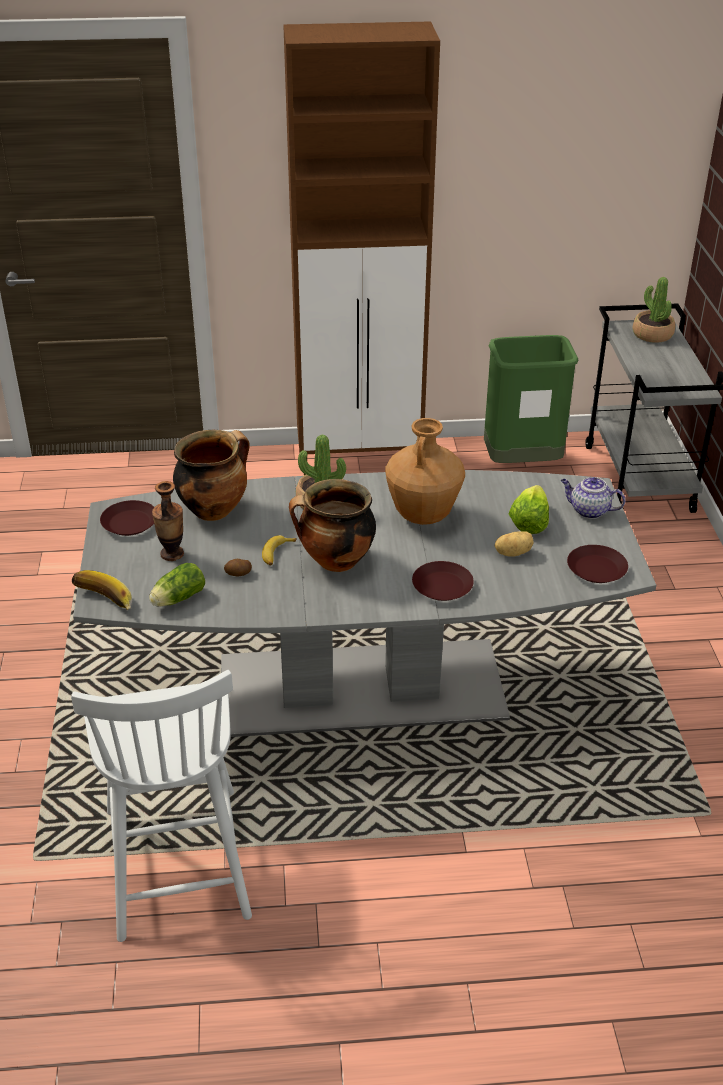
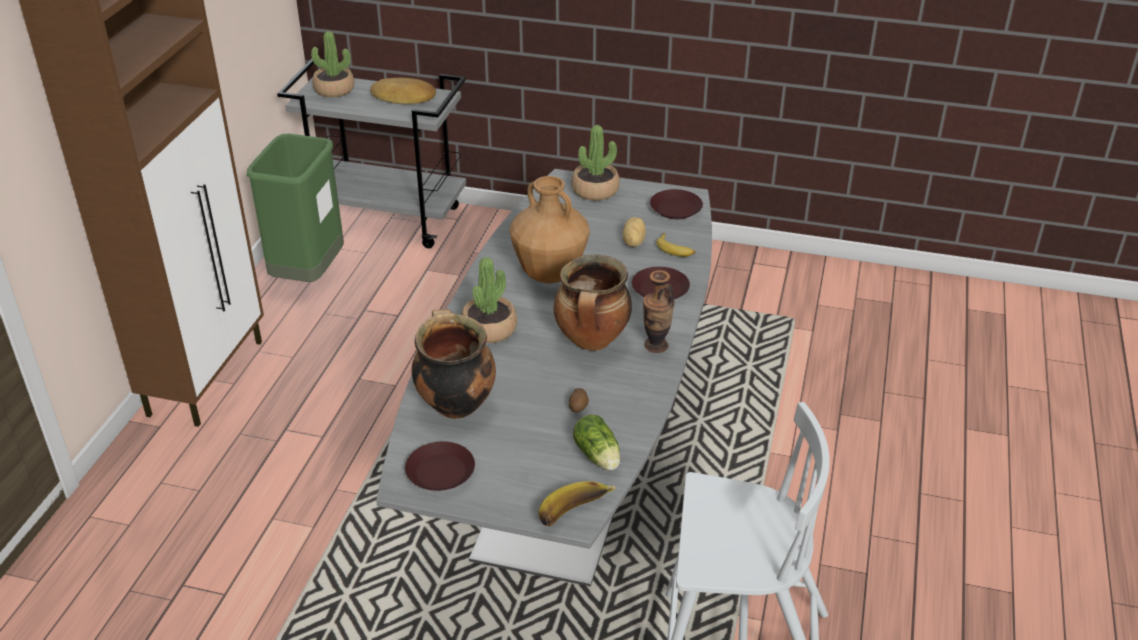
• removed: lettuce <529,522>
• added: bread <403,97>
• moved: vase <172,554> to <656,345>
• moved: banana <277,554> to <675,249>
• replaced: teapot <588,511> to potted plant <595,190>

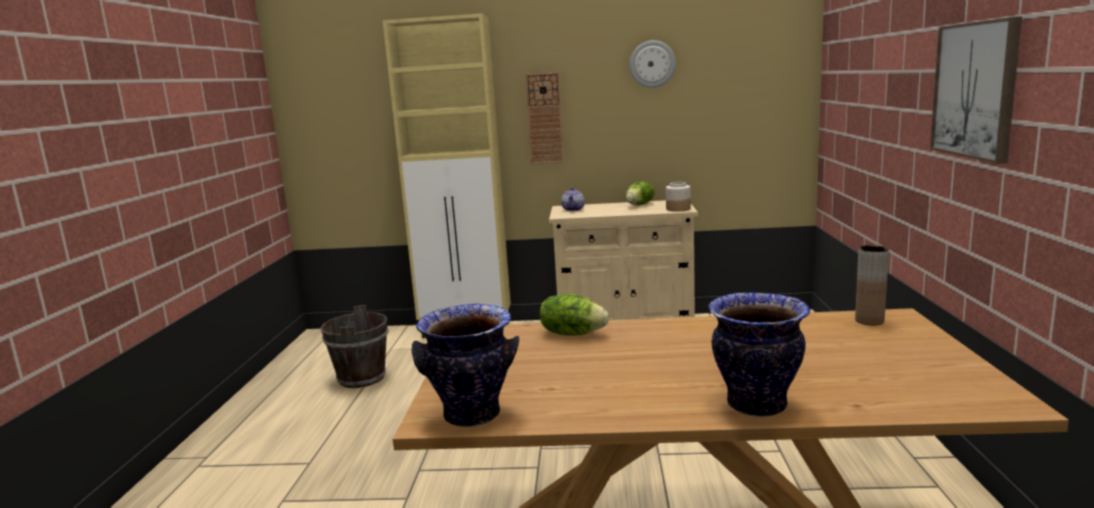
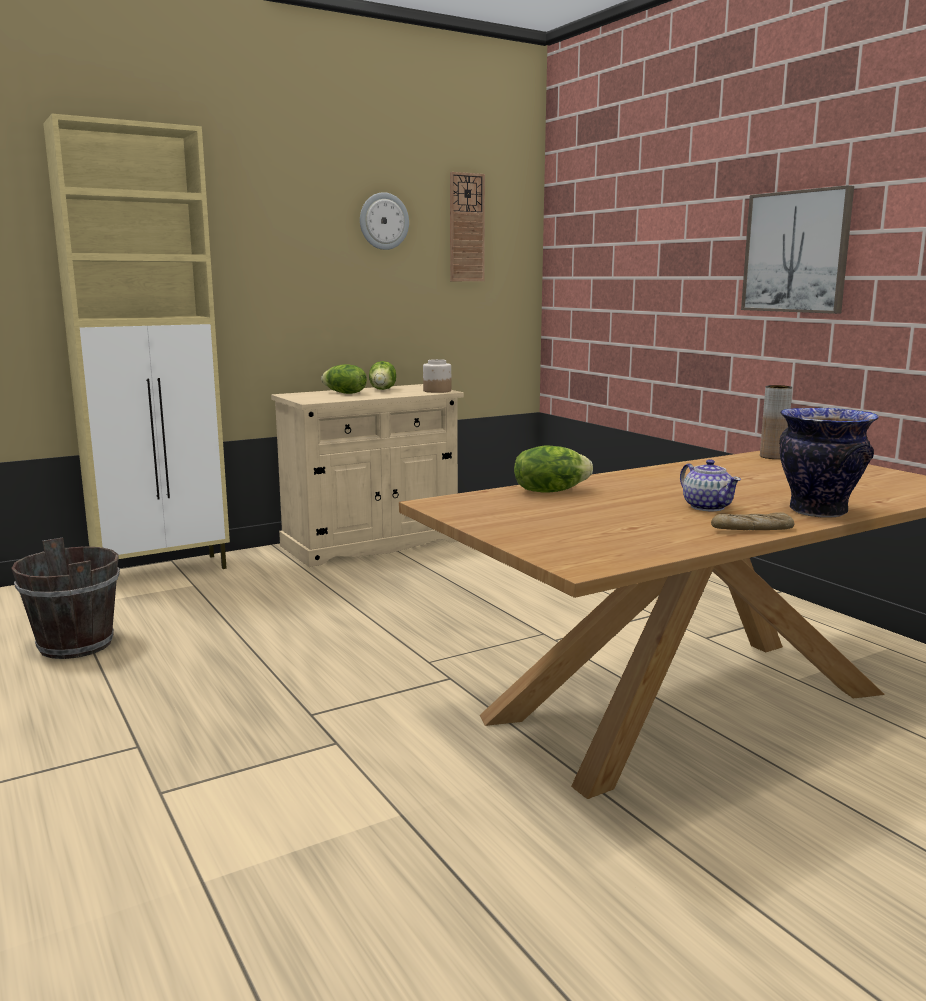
• removed: vase <472,416>
• added: lettuce <344,393>
• added: bread <752,530>
• moved: wall clock <545,118> to <466,228>
• moved: teapot <573,209> to <707,507>

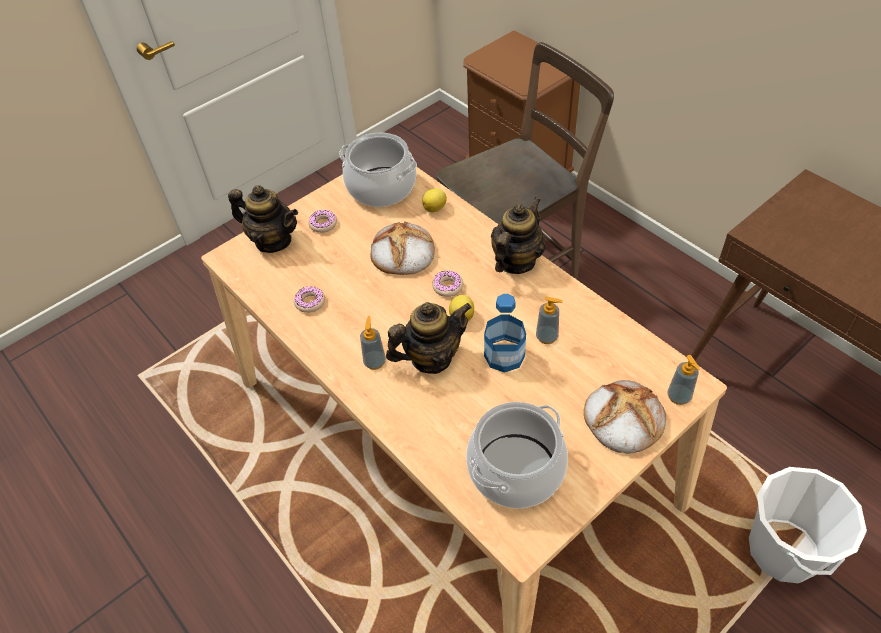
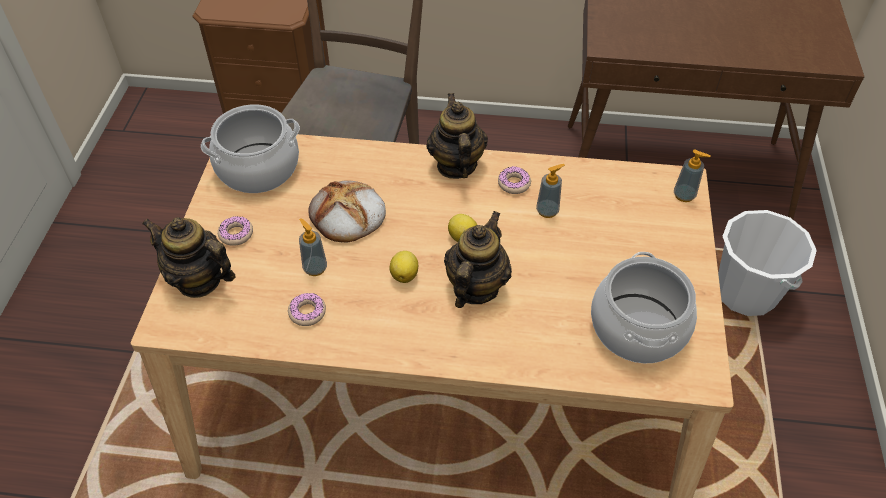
• removed: bottle <504,355>
• removed: bread <622,419>
• moved: soap dispenser <375,362> to <315,268>
• moved: lemon <435,208> to <405,274>
• moved: donut <448,287> to <514,184>
• turned: teapot <273,241> = <199,280> 135 degrees counterclockwise

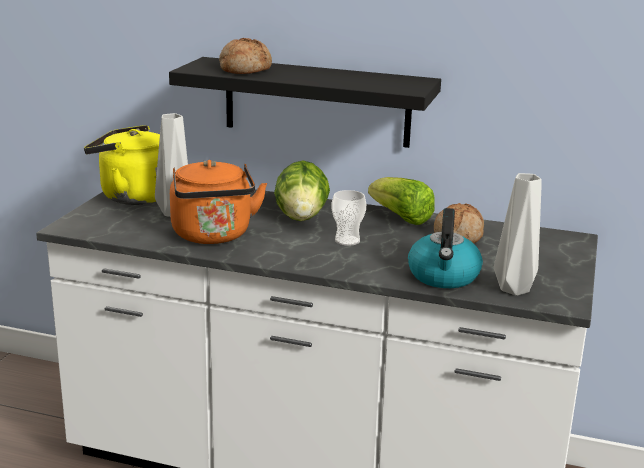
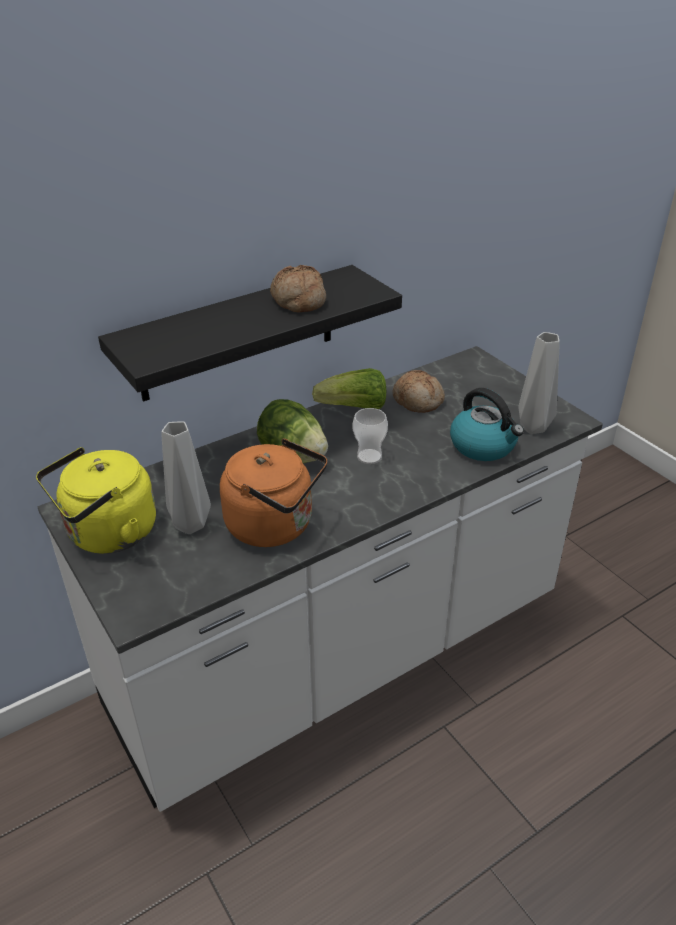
• moved: bread <244,69> to <298,300>

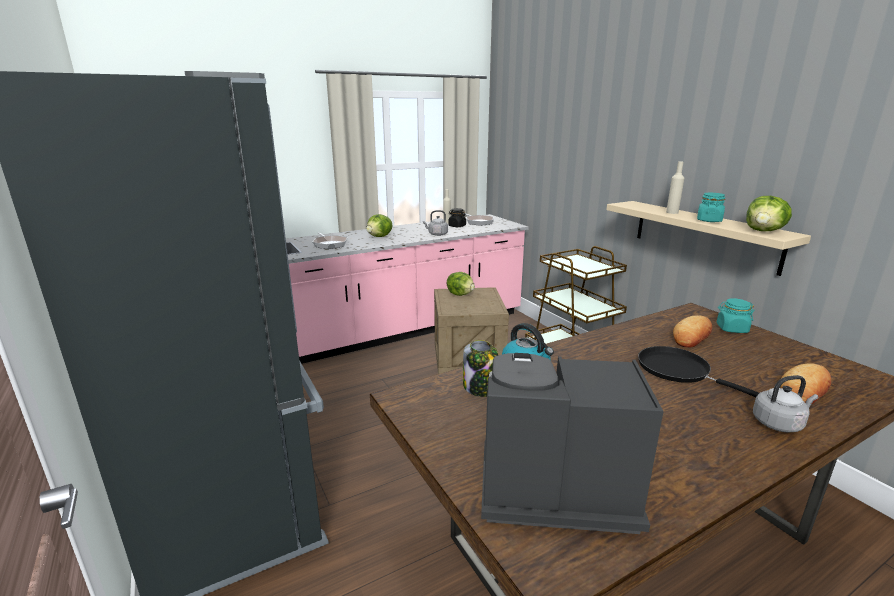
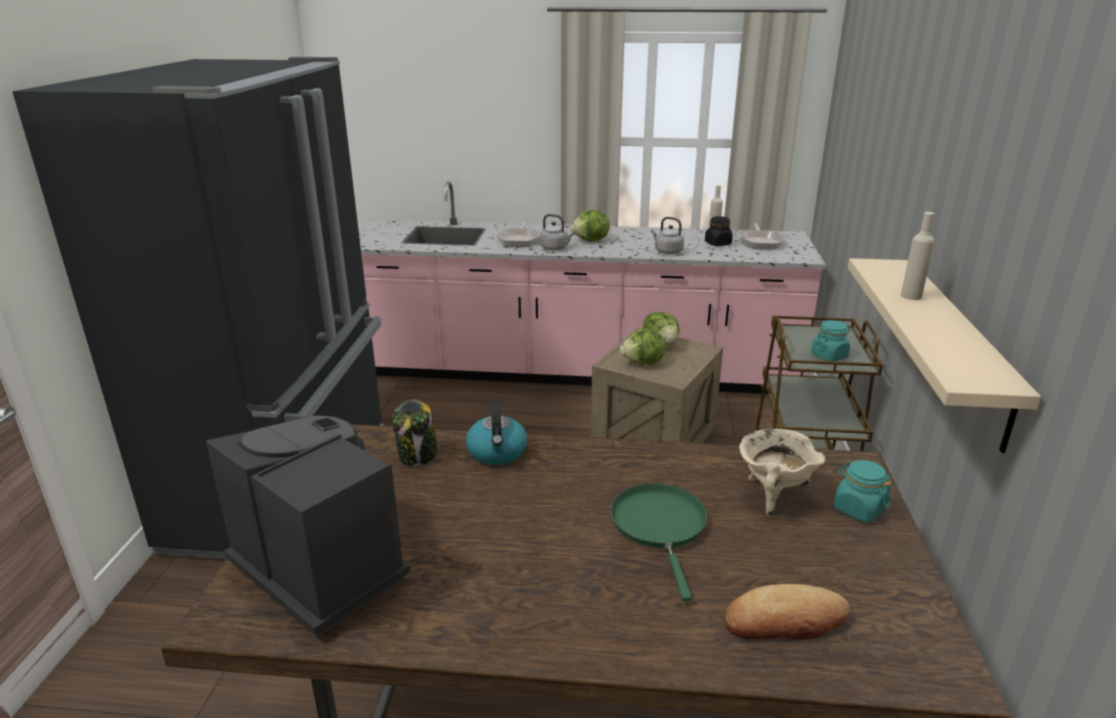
• moved: turquoise jar <709,220> to <829,355>
• moved: lettuce <763,231> to <643,363>
• moved: grey kettle <779,423> to <555,248>
• replaced: bread <692,336> to beige cooking pot <773,495>
• recoloured: black frying pan <678,370> to green frying pan <660,526>

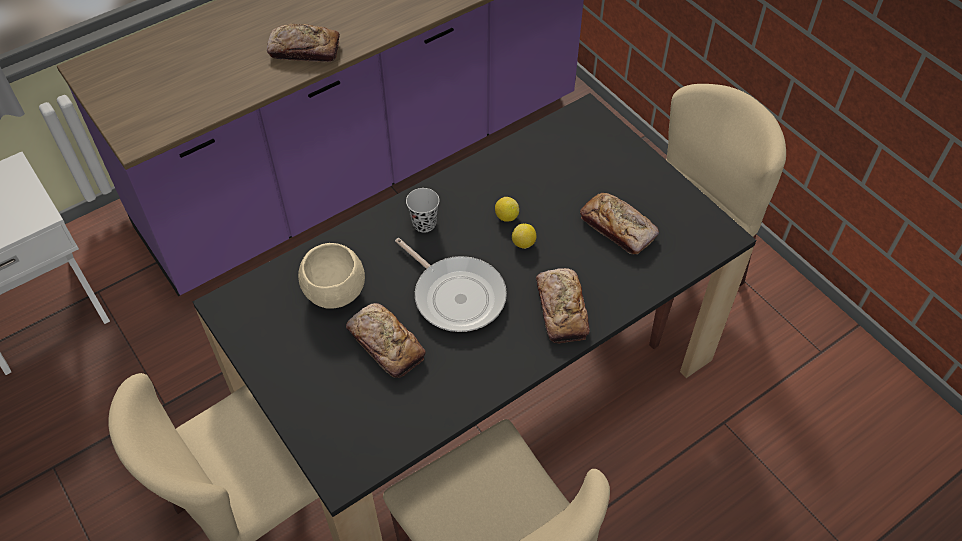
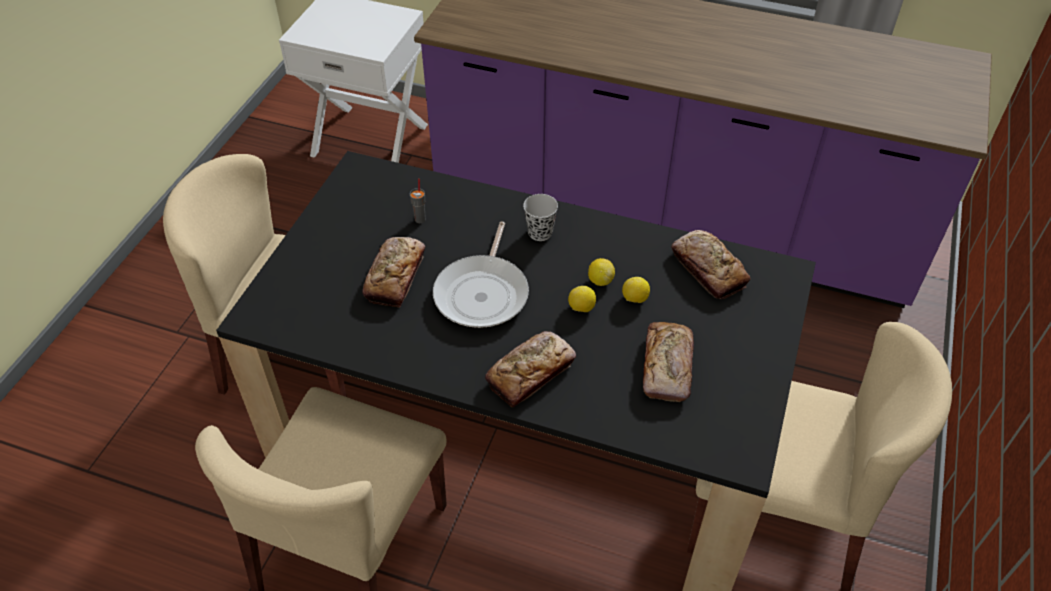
• added: lemon <634,299>
• moved: bread <304,50> to <708,269>
• replaced: beige bowl <334,293> to grey cup <420,219>

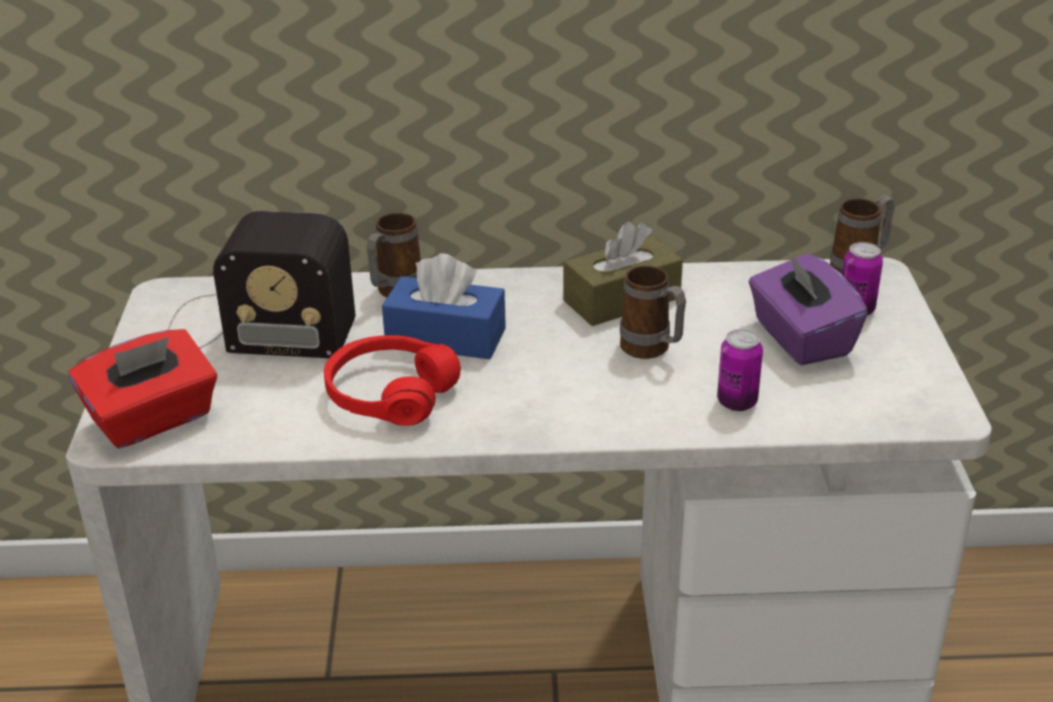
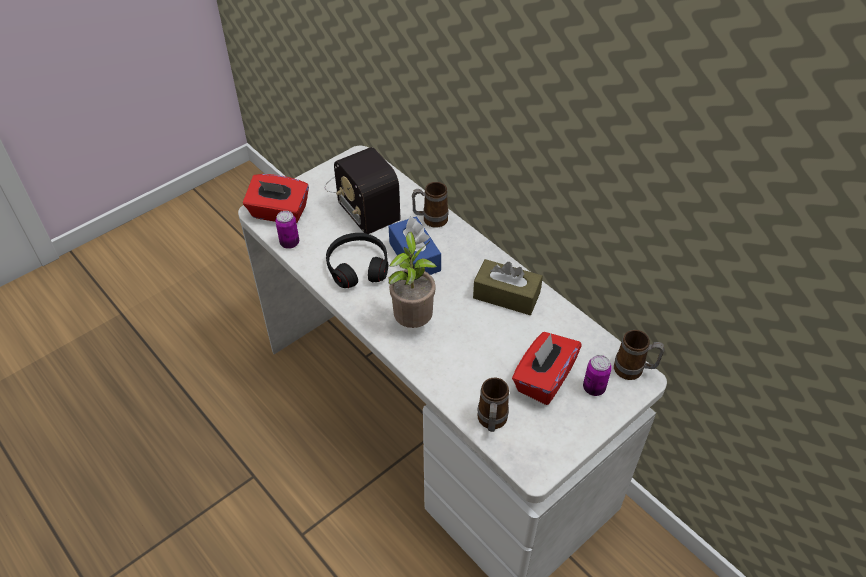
• added: potted plant <413,321>
• moved: mug <652,351> to <491,422>
• moved: can <737,402> to <289,243>
• recoloured: red headphones <390,394> to black headphones <358,266>
• recoloured: purple tissue box <800,338> to red tissue box <543,379>

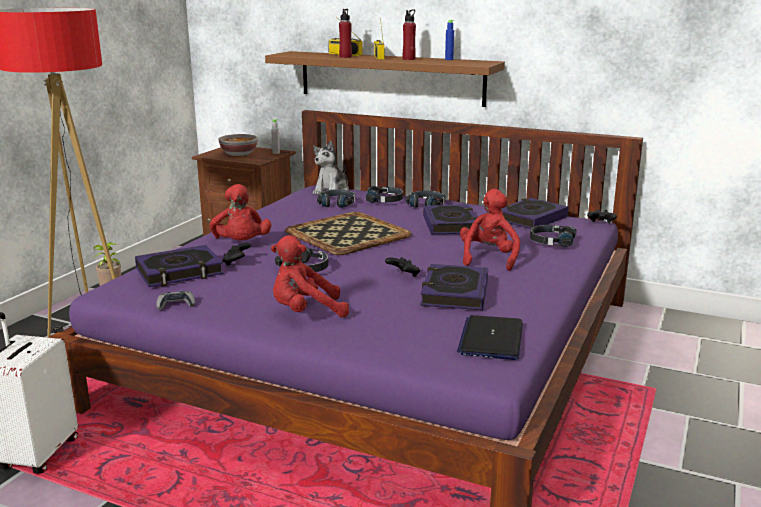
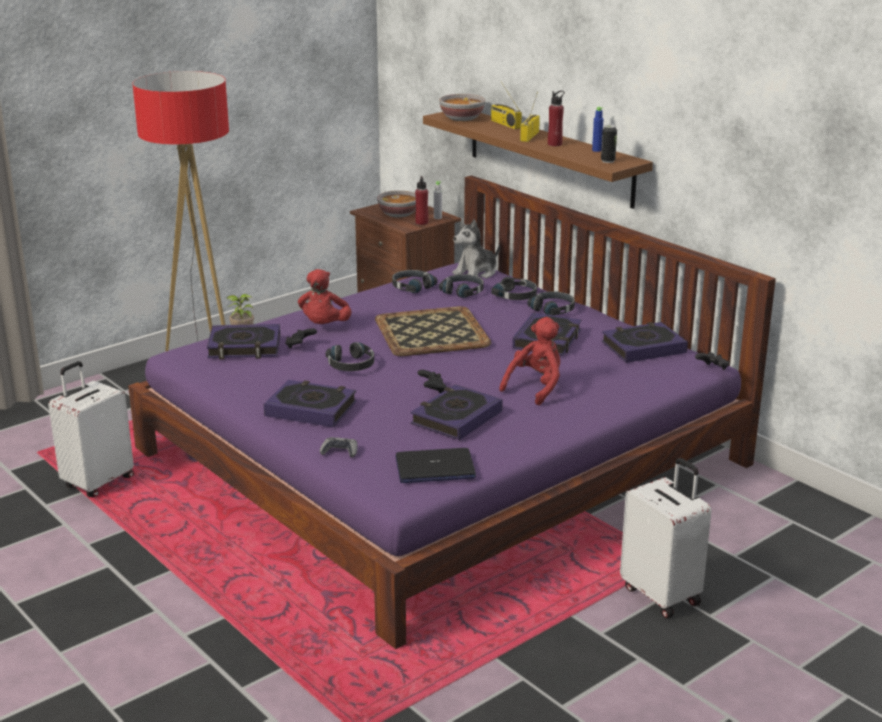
• added: bowl <461,118>
• added: can <607,161>
• added: white suitcase <662,595>
• moved: grey game controller <176,304> to <340,451>
• moved: red bottle <345,57> to <421,222>
• moved: black headphones <551,242> to <412,286>
• replaced: red plush toy <306,312> to book <311,409>
• turned: laptop <491,339> = <434,468> 135 degrees counterclockwise

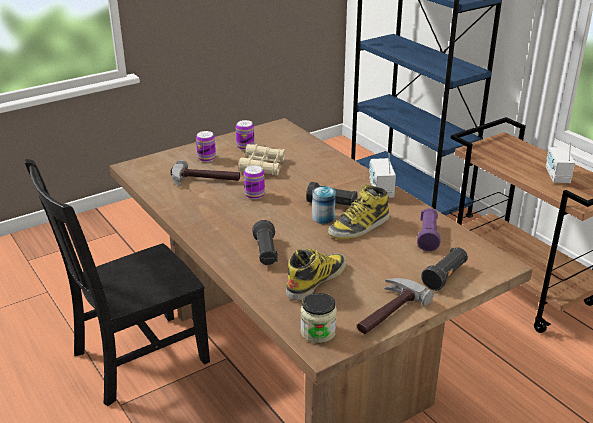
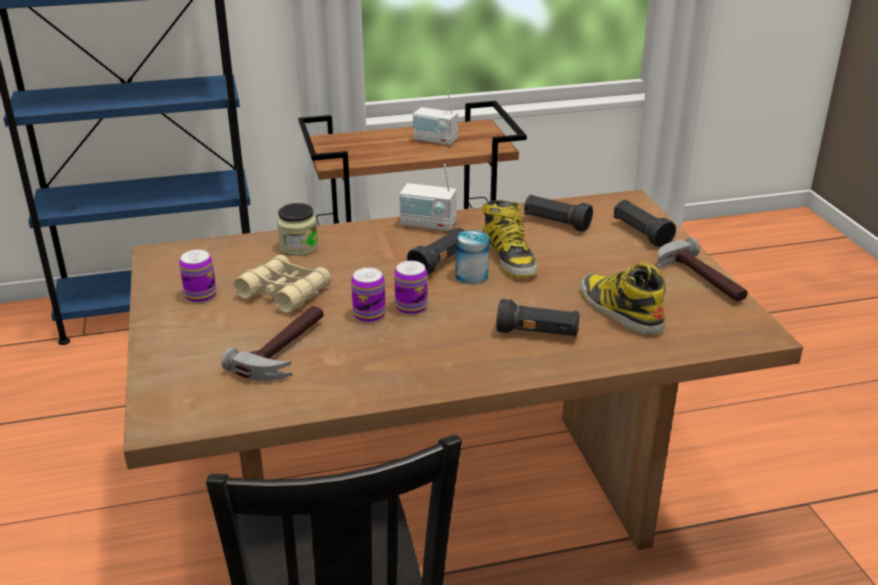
• moved: can <206,158> to <411,307>
• moved: jar <318,332> to <298,247>
• recoloured: purple flashlight <428,237> to black flashlight <556,223>

